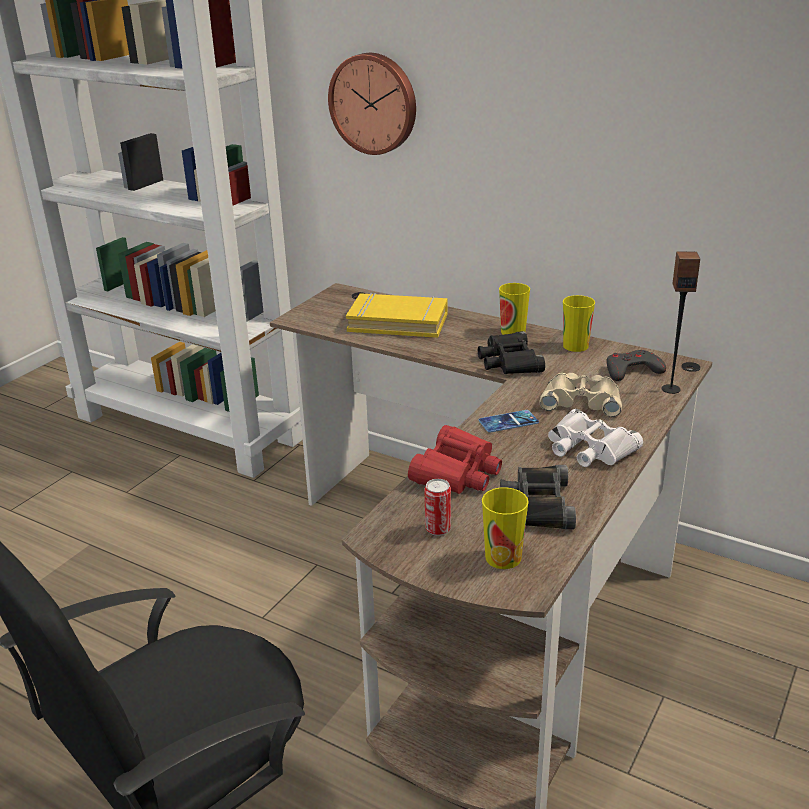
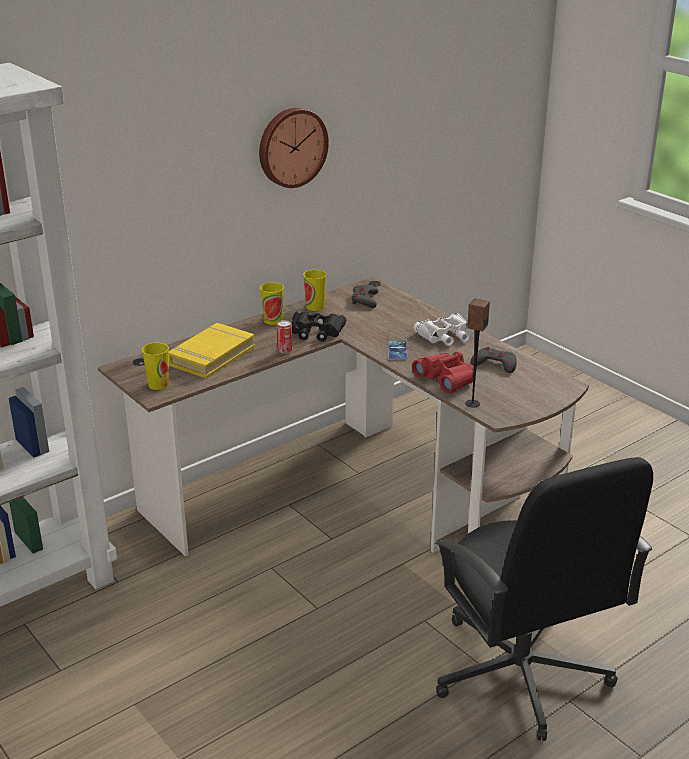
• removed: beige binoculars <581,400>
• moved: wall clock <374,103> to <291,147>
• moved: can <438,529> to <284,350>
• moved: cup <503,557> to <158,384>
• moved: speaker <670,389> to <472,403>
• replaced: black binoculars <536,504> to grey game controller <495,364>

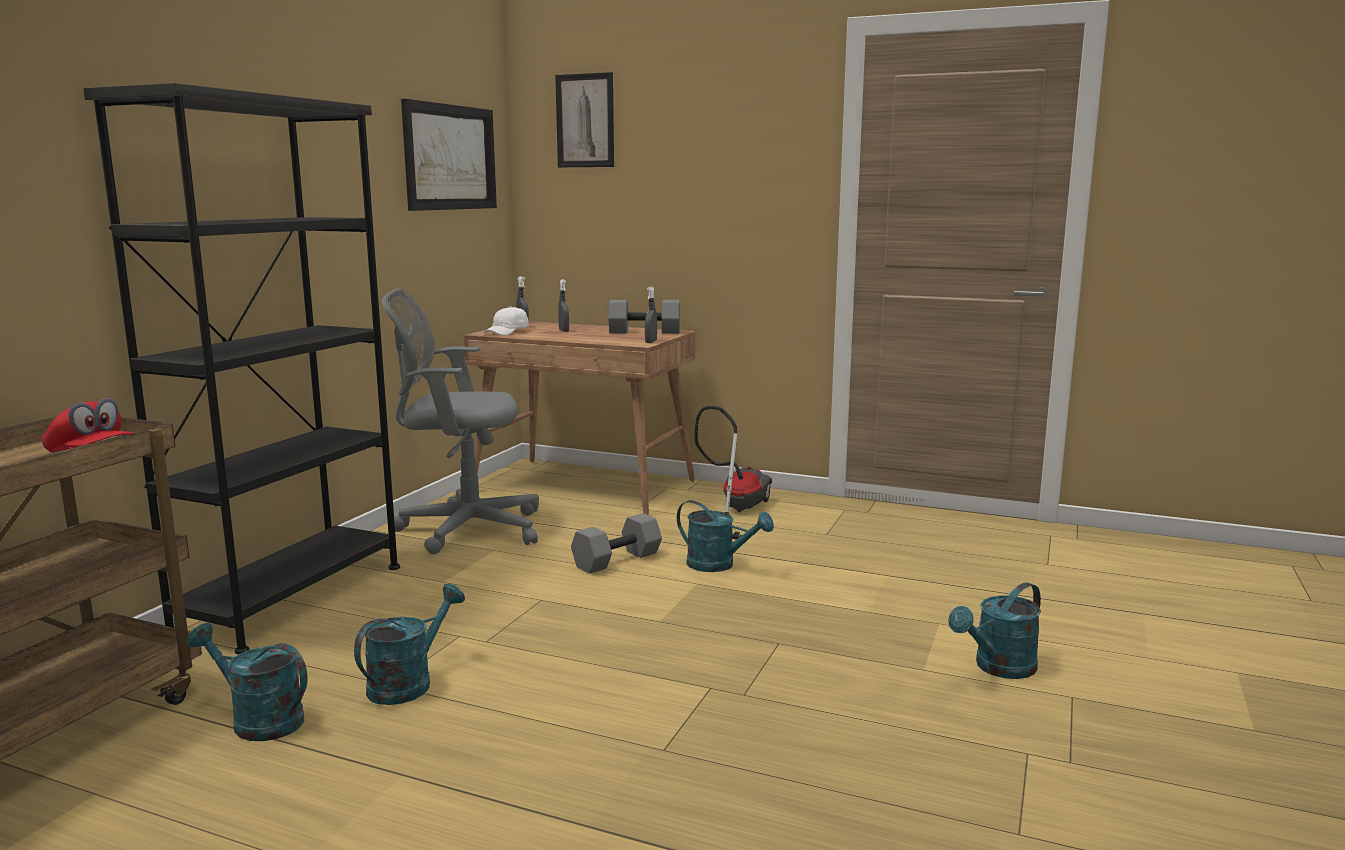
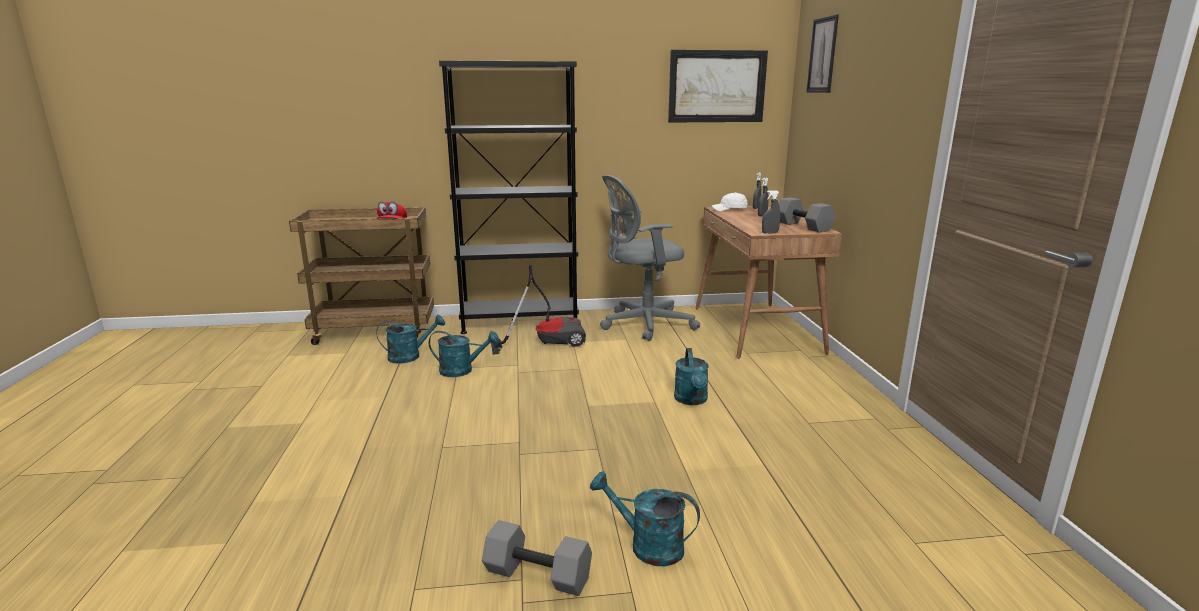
• moved: grey dumbbell <617,559> to <539,574>
• moved: vacuum cleaner <735,511> to <546,342>
• turned: turquoise watering can <258,720> = <410,356> 75 degrees clockwise
• turned: grey office chair <464,529> = <643,324> 75 degrees counterclockwise

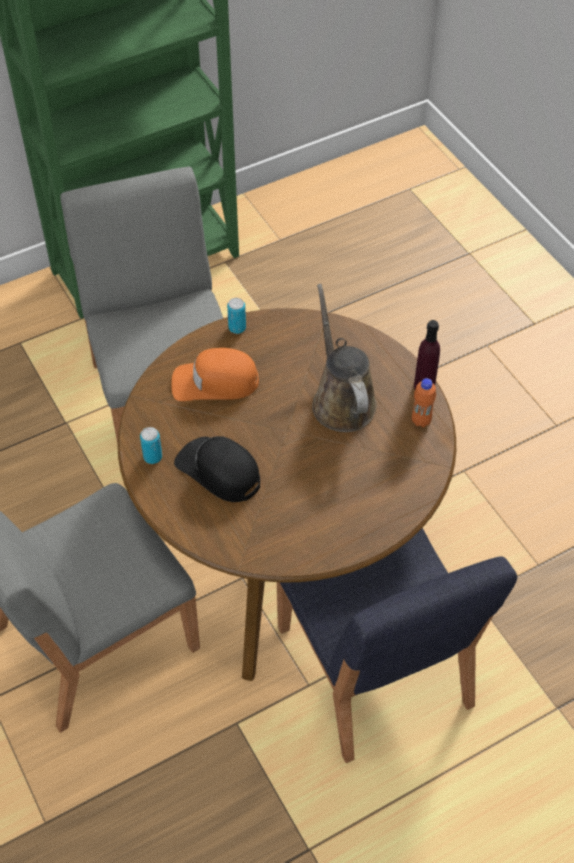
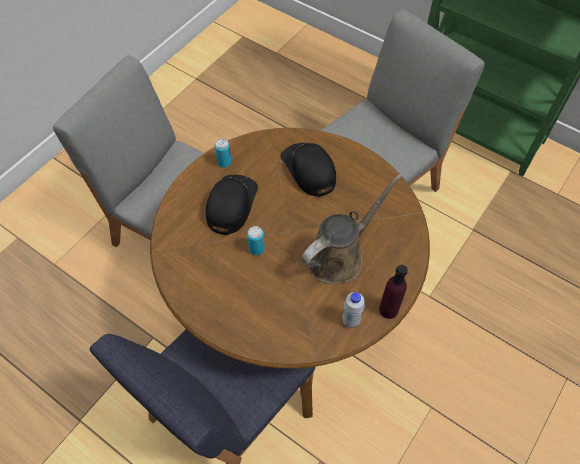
• moved: can <237,328> to <256,249>
• recoloured: orange cap <215,382> to black cap <309,170>
• recoloured: orange bottle <421,421> to white bottle <350,321>

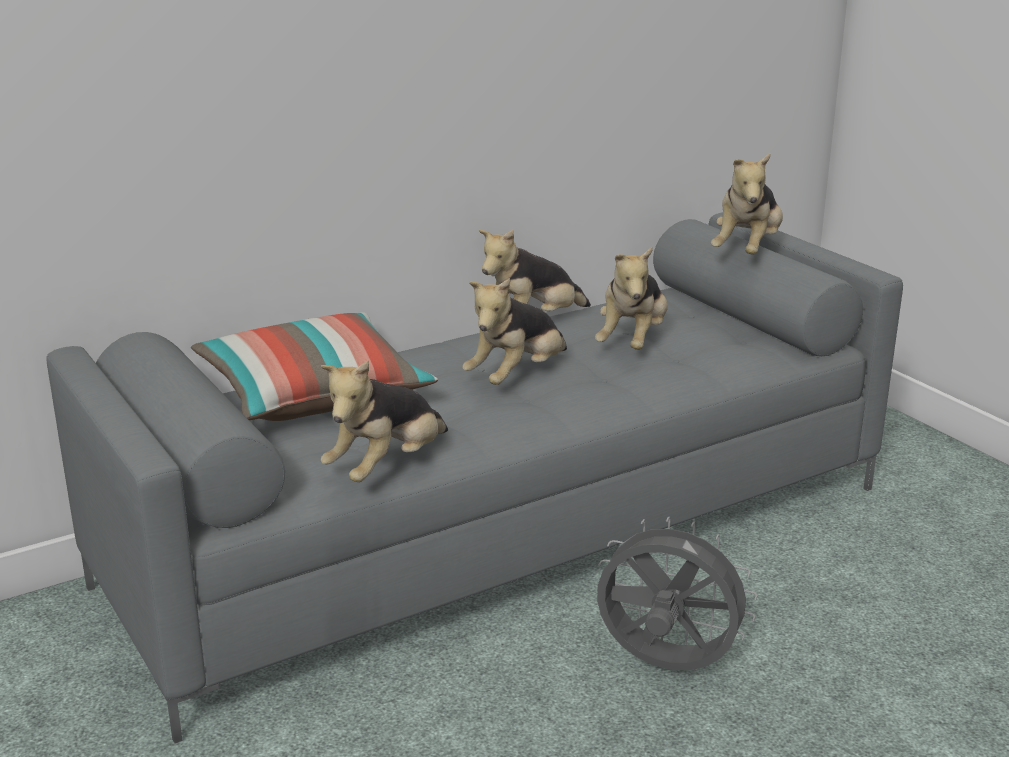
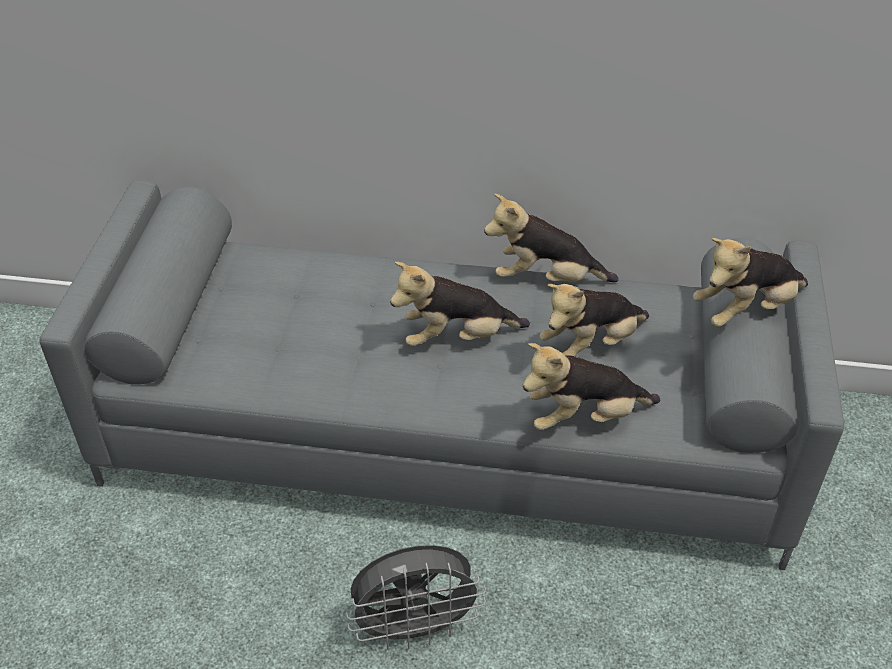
• removed: pillow <314,395>
• moved: plush toy <387,467> to <584,417>
• turned: grey fan <665,667> = <415,628> 105 degrees clockwise

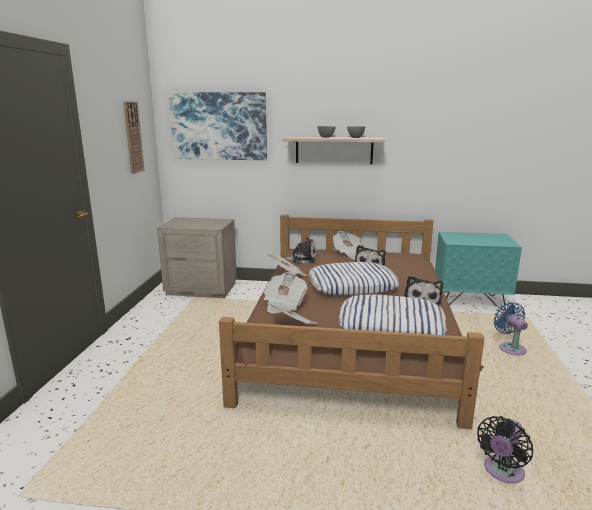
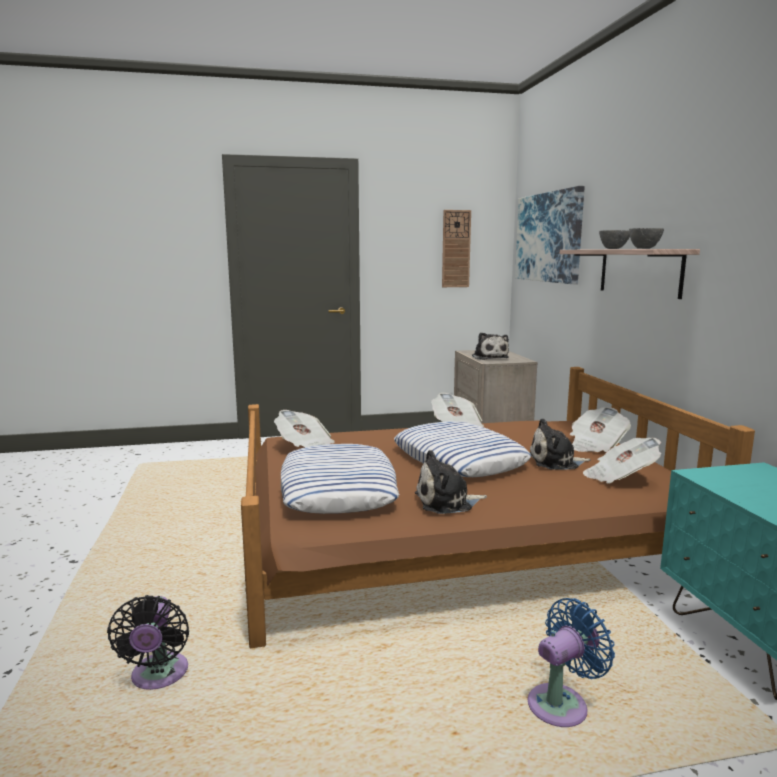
• moved: newspaper <283,304> to <619,477>
• moved: plush toy <302,259> to <489,357>
• turned: black fan <502,472> = <158,677> 120 degrees counterclockwise

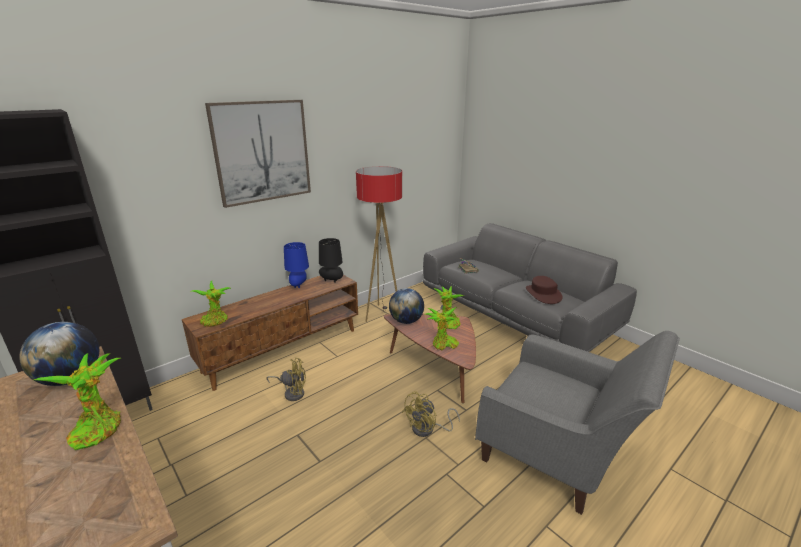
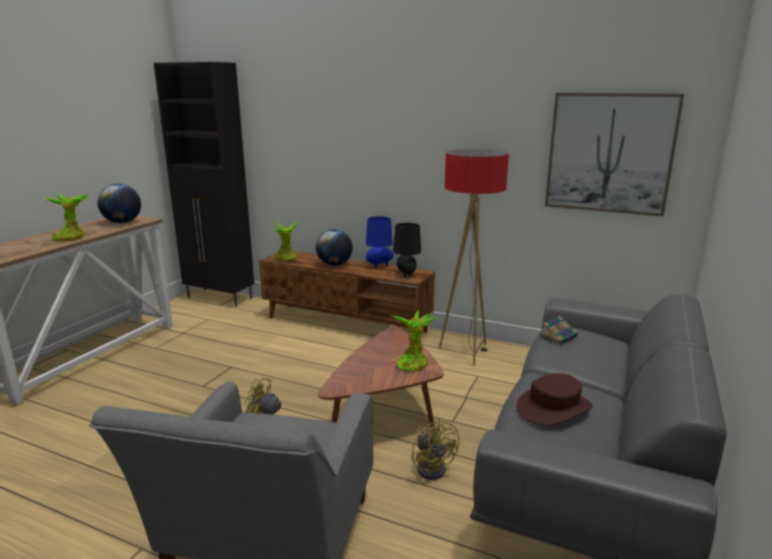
• removed: potted plant <443,345>
• moved: picture <262,152> to <609,153>
• moved: yellow fan <292,392> to <433,467>
• moved: globe <406,321> to <334,265>

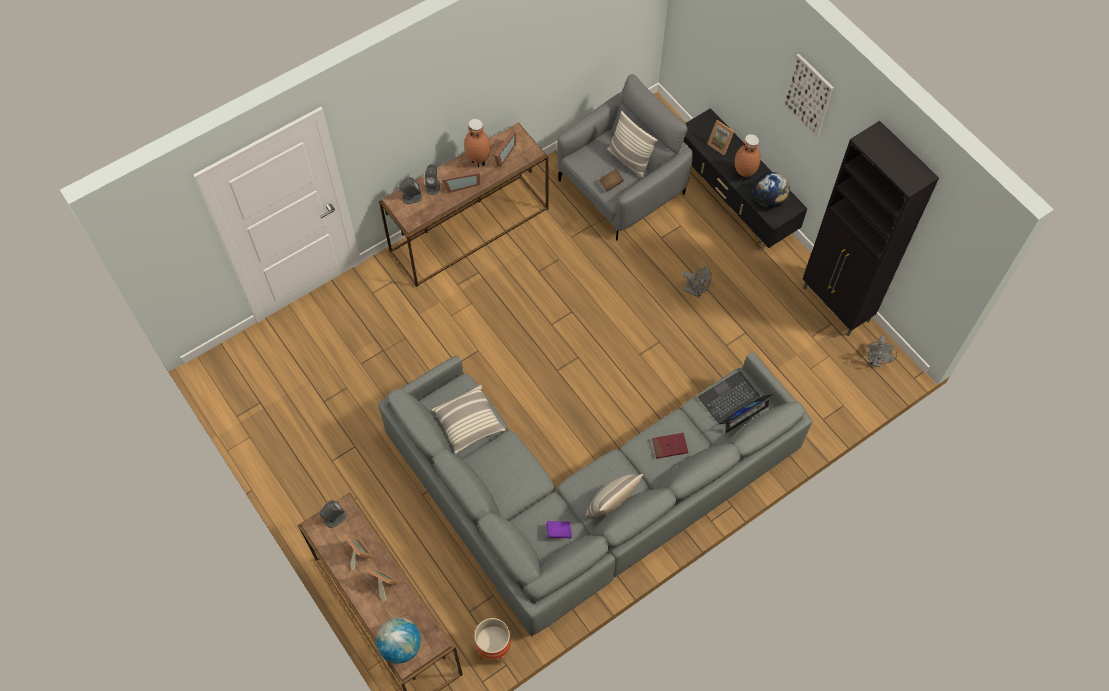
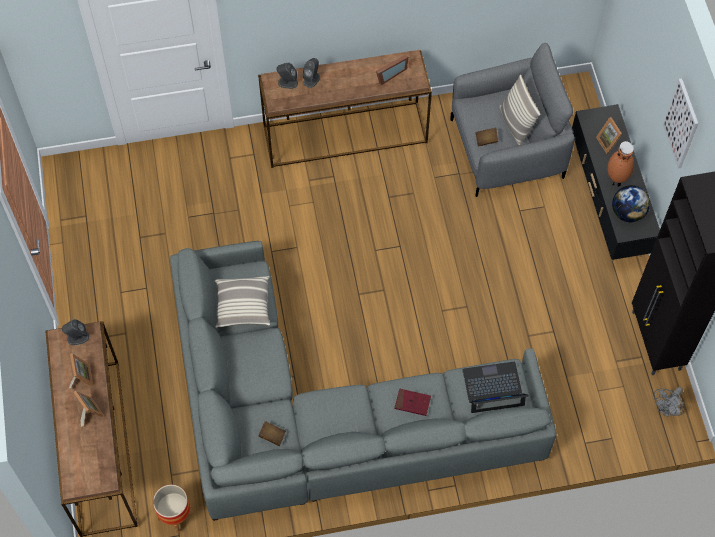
• removed: globe <400,646>
• removed: picture frame <460,185>
• removed: brown vase <479,161>
• removed: pillow <611,503>
• removed: grey fan <696,291>
• recoloured: purple book <558,532> to brown book <272,436>

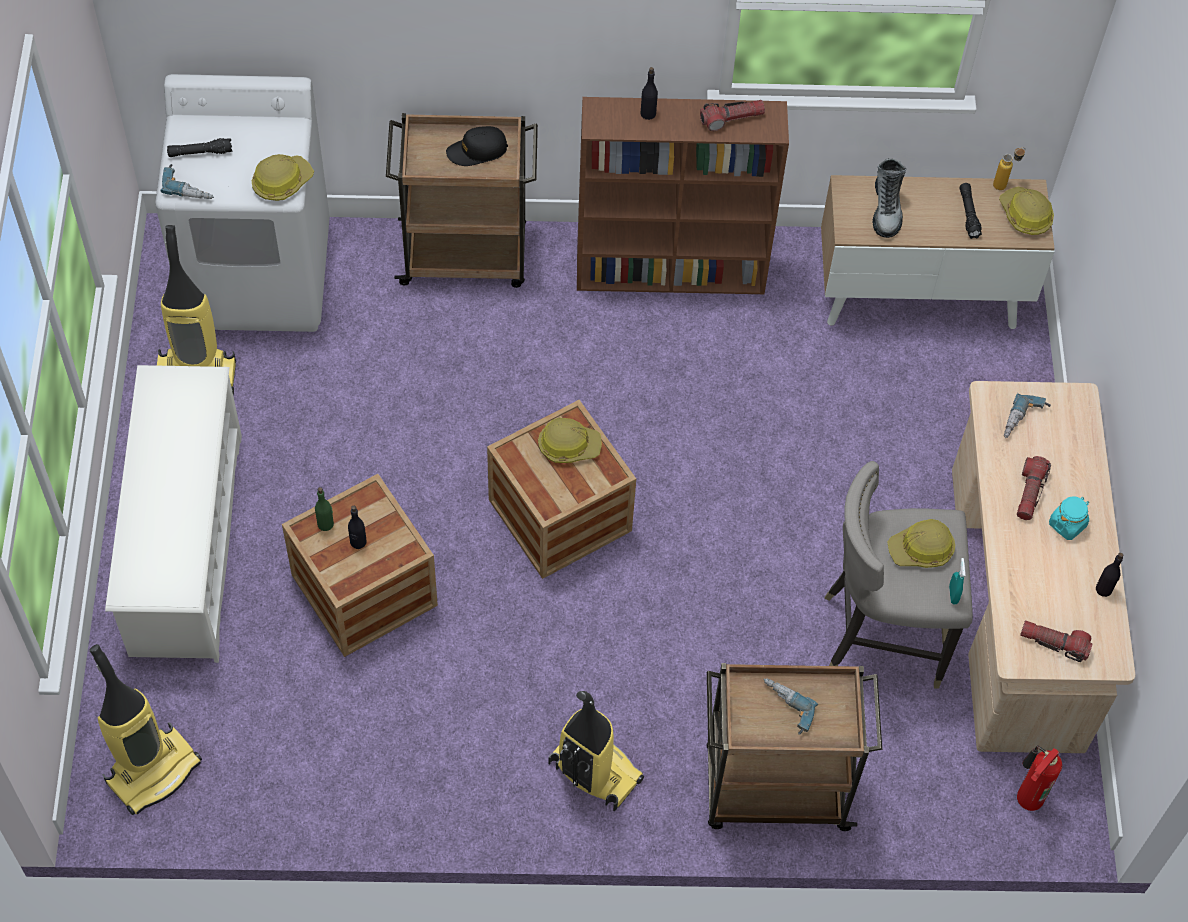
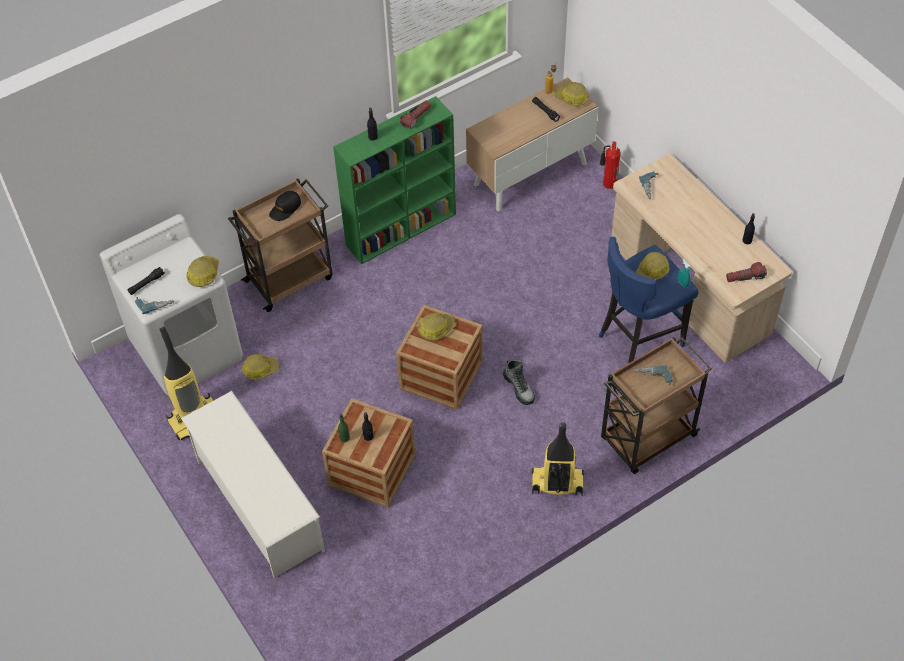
• removed: vacuum cleaner <153,770>
• removed: flashlight <1029,492>
• removed: turquoise jar <1067,524>
• added: hard hat <260,369>
• moved: boot <886,209> to <519,388>
• moved: fire extinguisher <1026,798> to <608,184>
• recoloured: brown bookcase <672,272> to green bookcase <402,229>
• recoloured: grey stool <881,635> to blue stool <639,338>

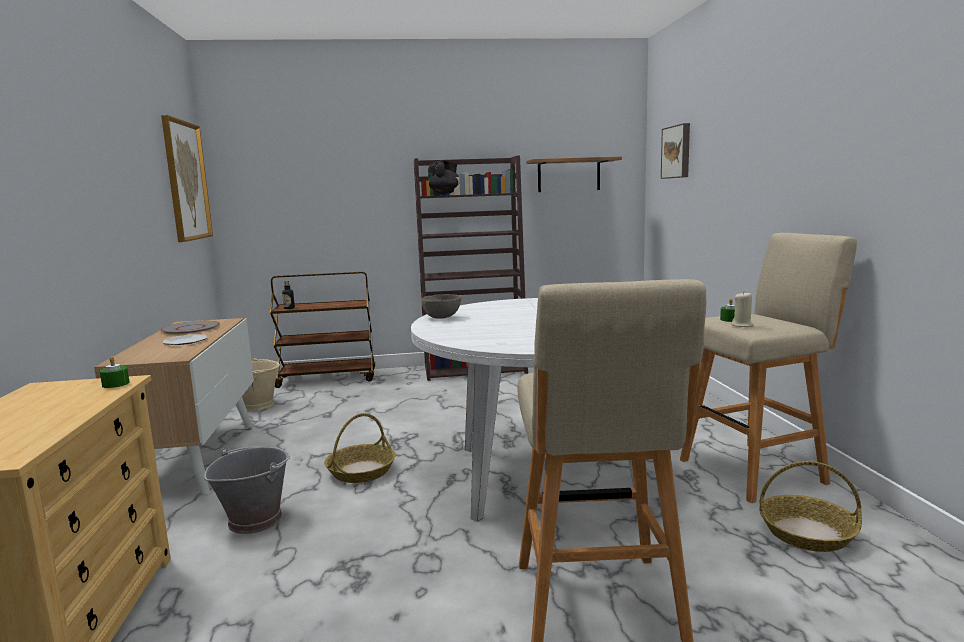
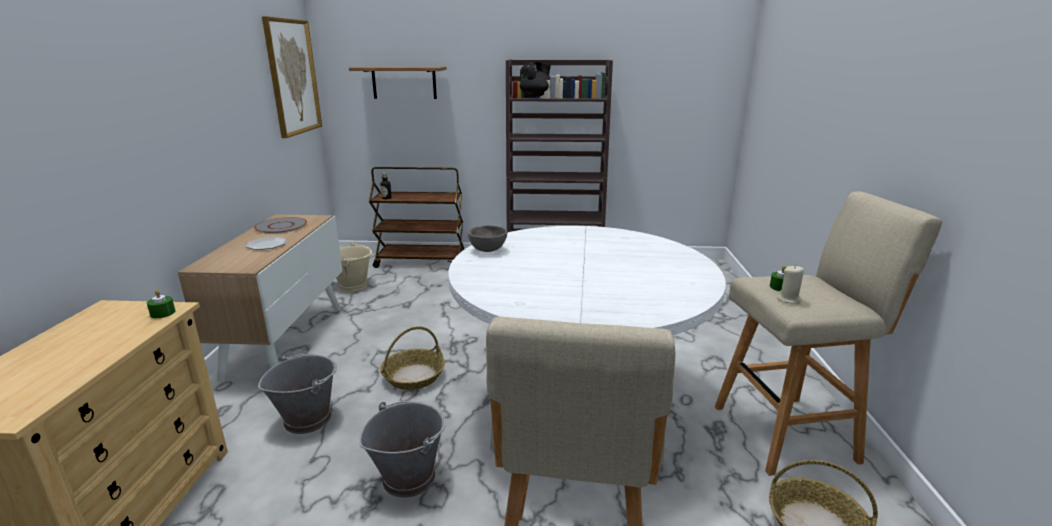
• removed: picture <677,152>
• added: grey bucket <409,477>
• moved: shelf <569,175> to <404,82>

